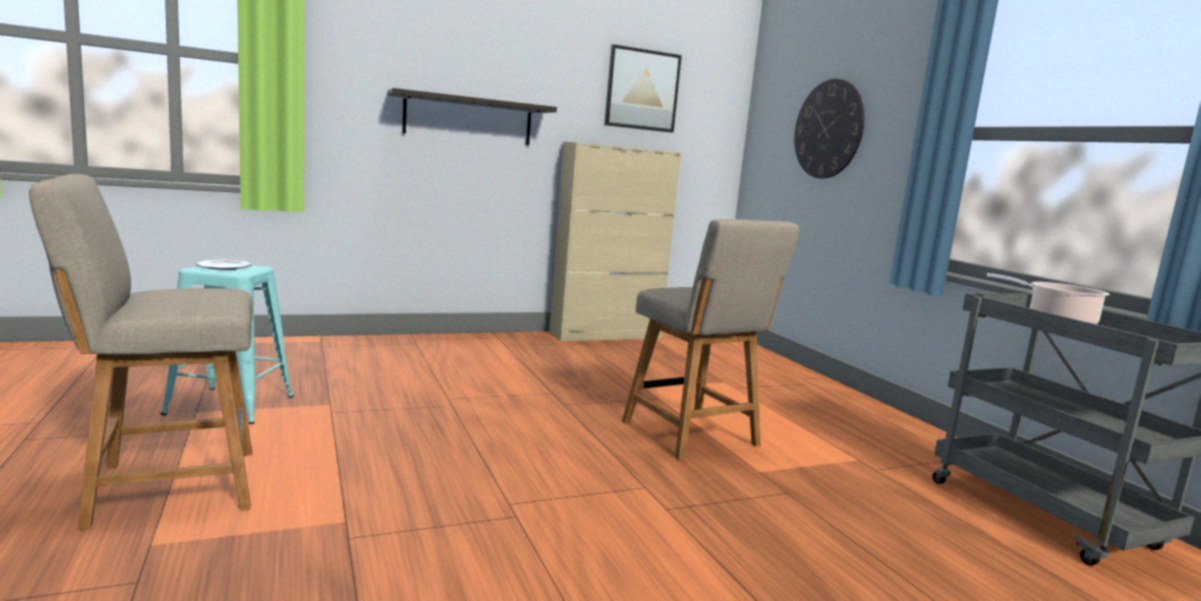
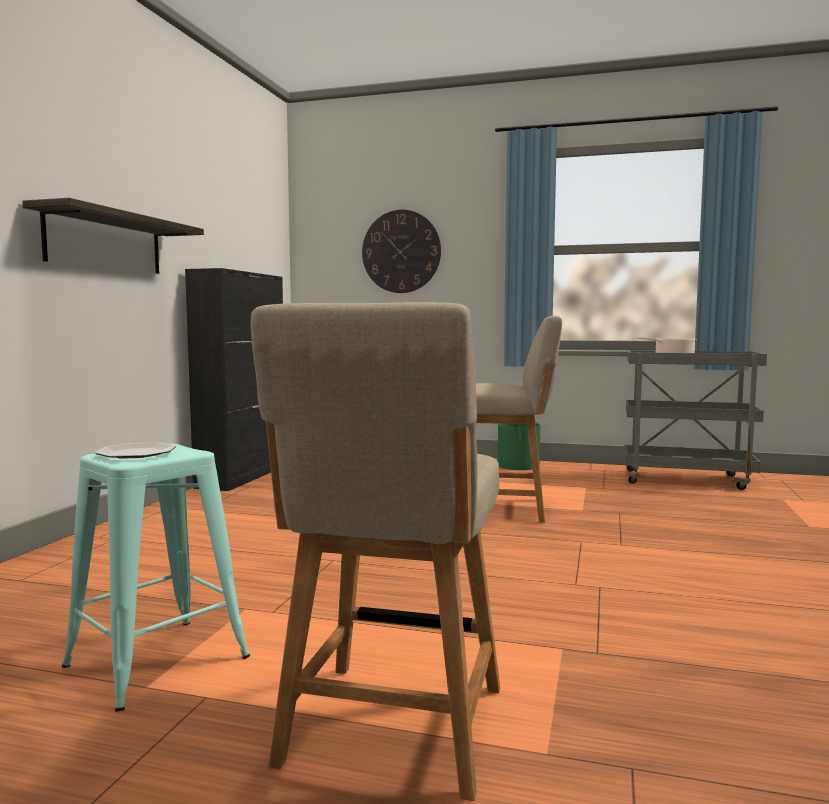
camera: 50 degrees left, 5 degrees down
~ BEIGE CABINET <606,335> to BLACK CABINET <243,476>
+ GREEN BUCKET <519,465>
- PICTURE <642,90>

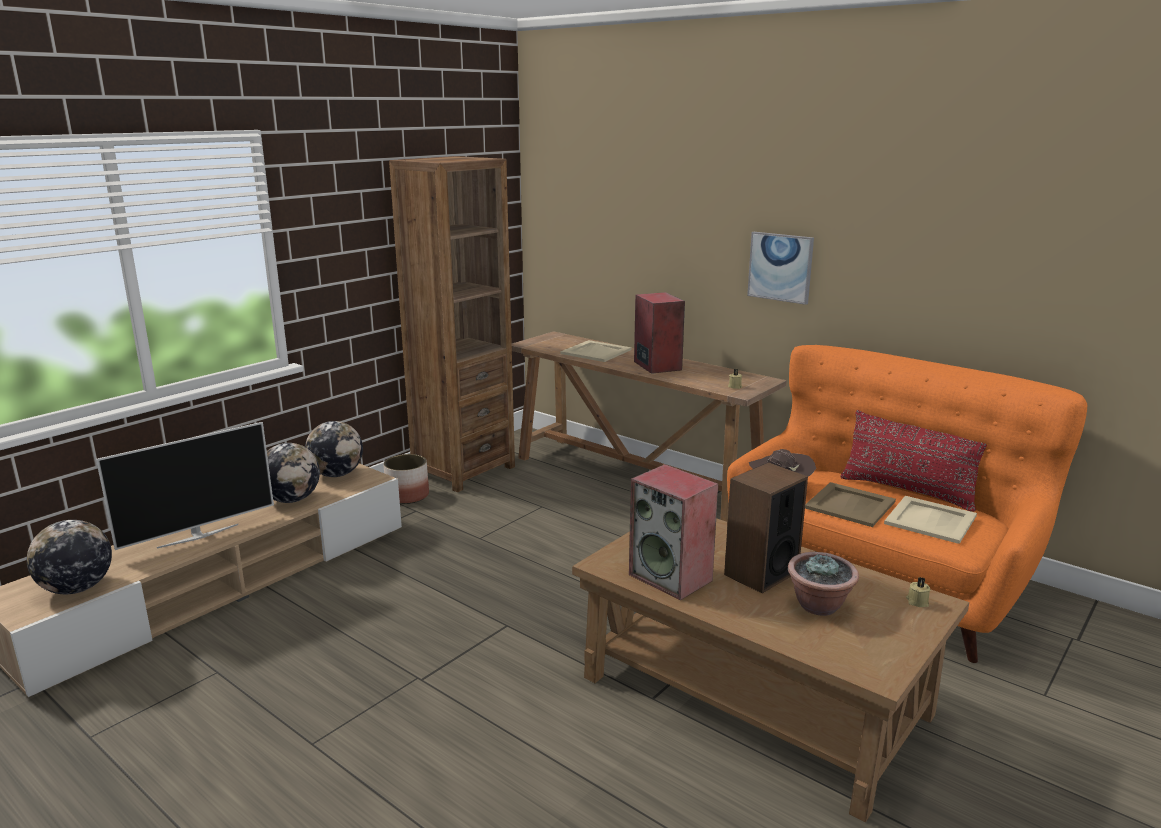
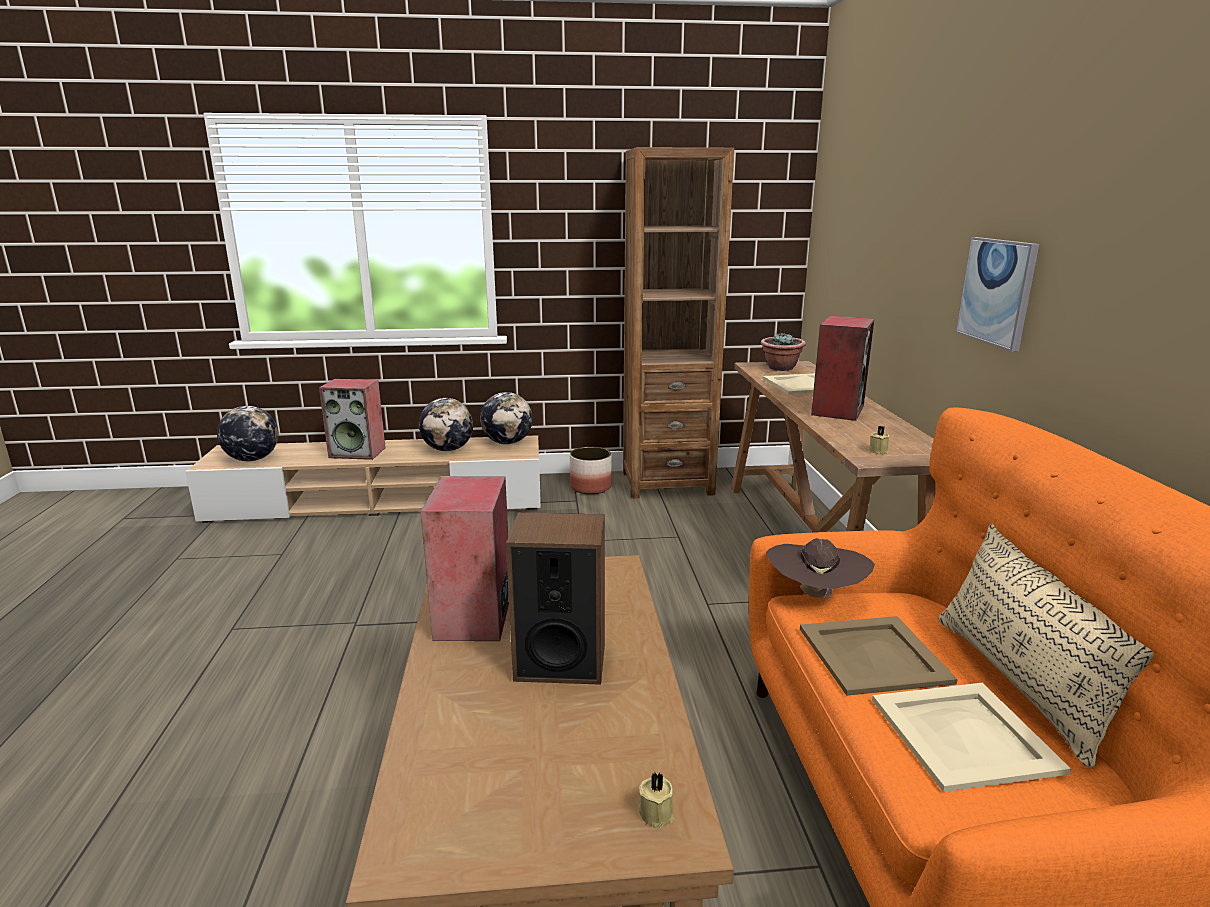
camera: 45 degrees right, 0 degrees up
~ TELEVISION <198,535> to SPEAKER <358,452>
~ POTTED PLANT <819,606> to <781,368>
~ RED PILLOW <907,491> to BEIGE PILLOW <1019,683>

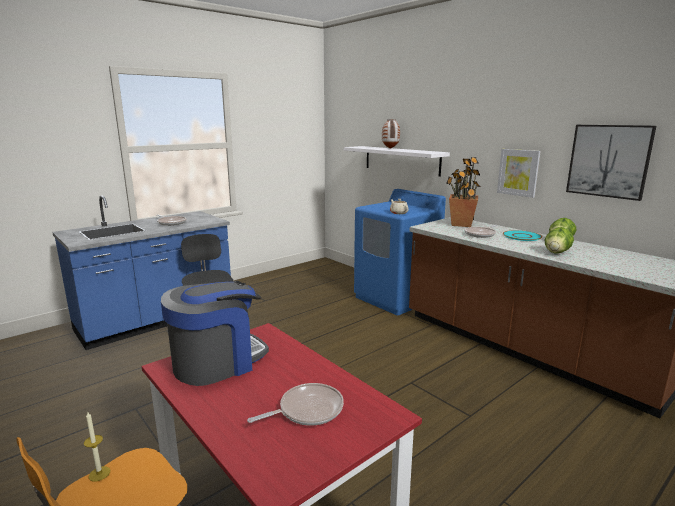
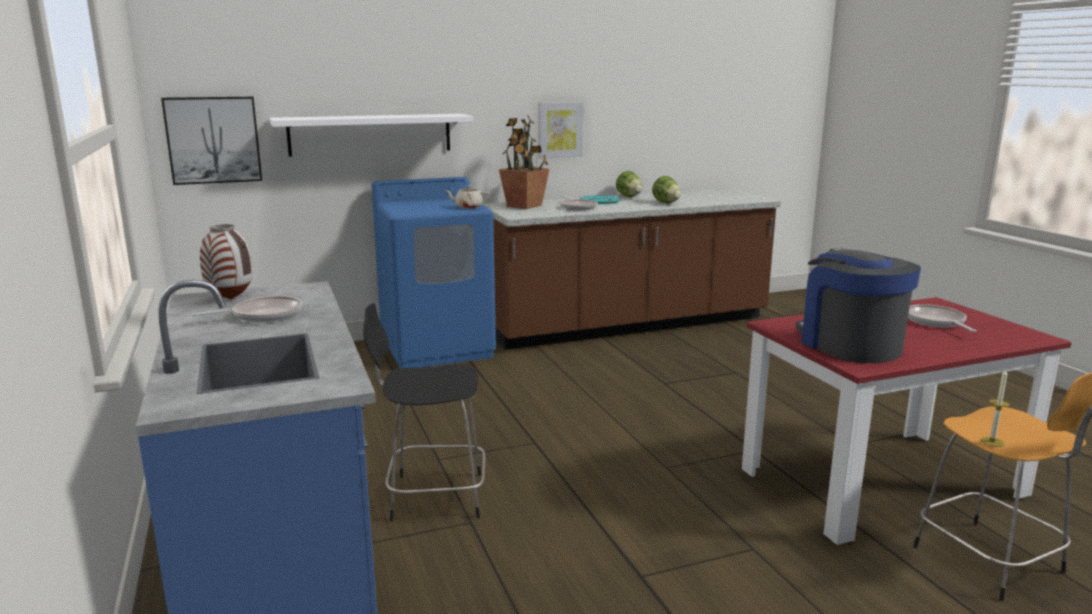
camera: 70 degrees left, 0 degrees up
~ PICTURE <608,161> to <213,140>
~ VASE <390,148> to <231,299>

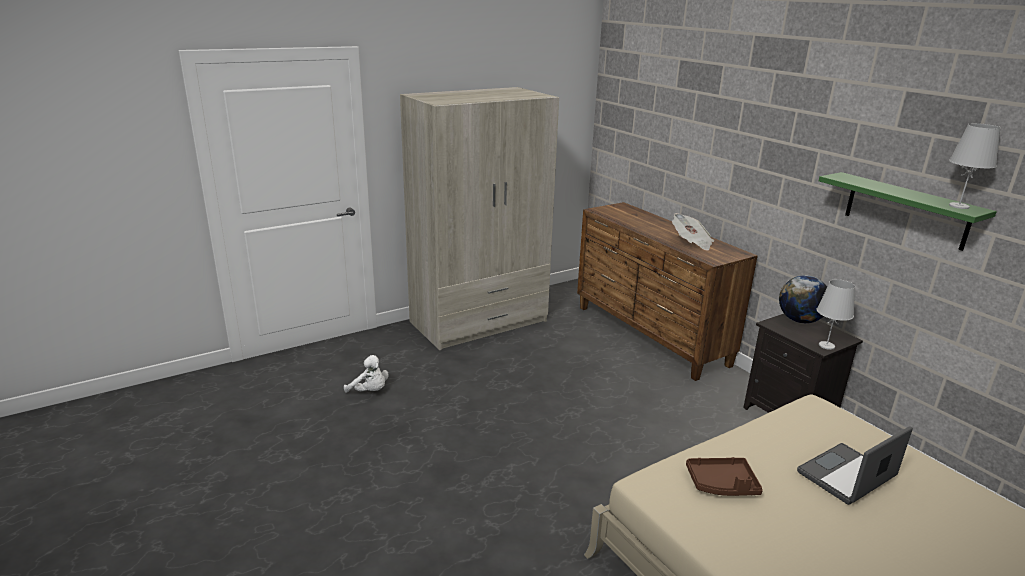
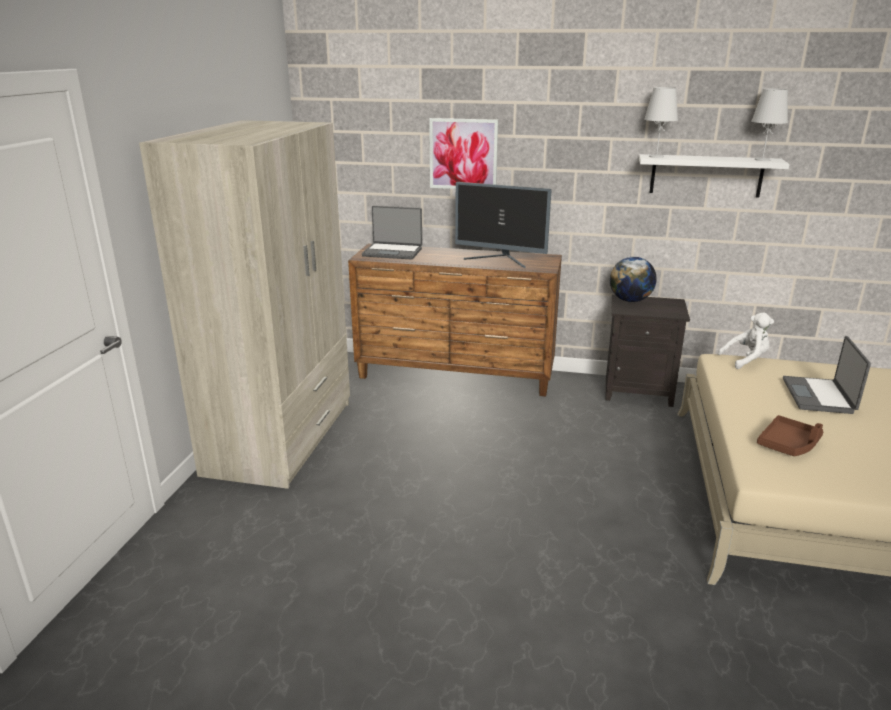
camera: 45 degrees left, 0 degrees up
+ LAPTOP <393,252>
+ PICTURE <463,154>
~ NEWSPAPER <691,243> to MONITOR <501,260>
~ GREEN SHELF <906,210> to WHITE SHELF <706,175>
~ WHITE TABLE LAMP <826,345> to <656,156>
~ WHITE PLUSH TOY <370,391> to <746,360>

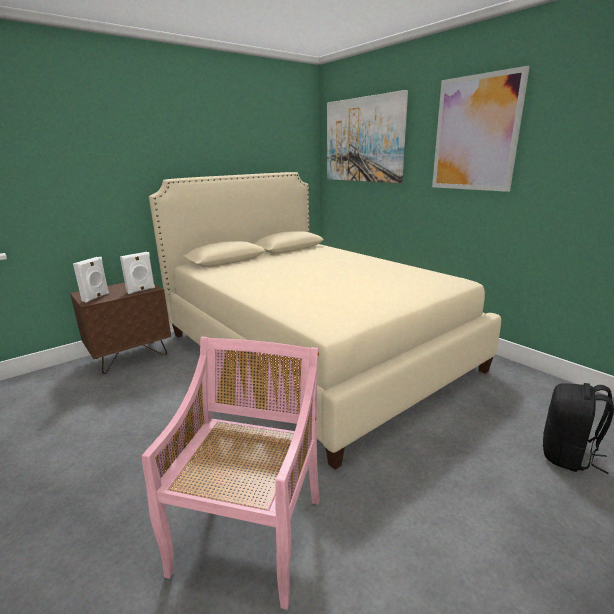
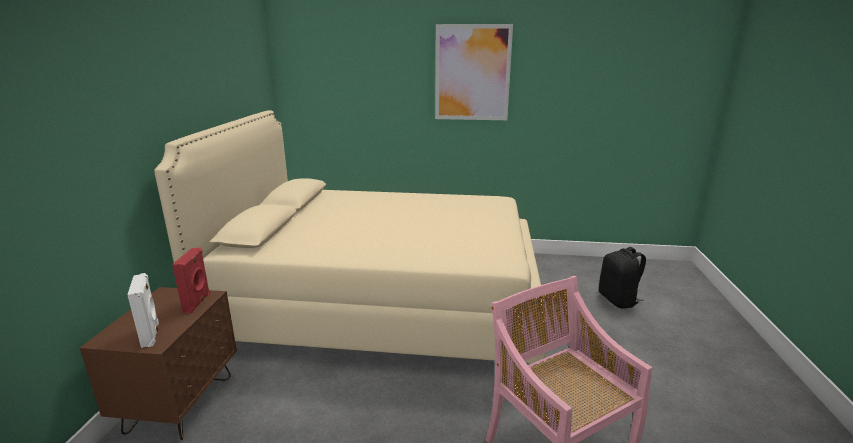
camera: 45 degrees left, 0 degrees up
~ WHITE SPEAKER <141,290> to RED SPEAKER <198,303>
- PICTURE <363,140>

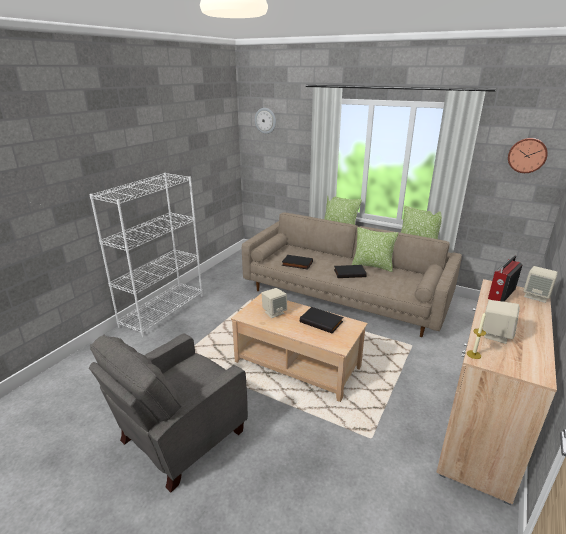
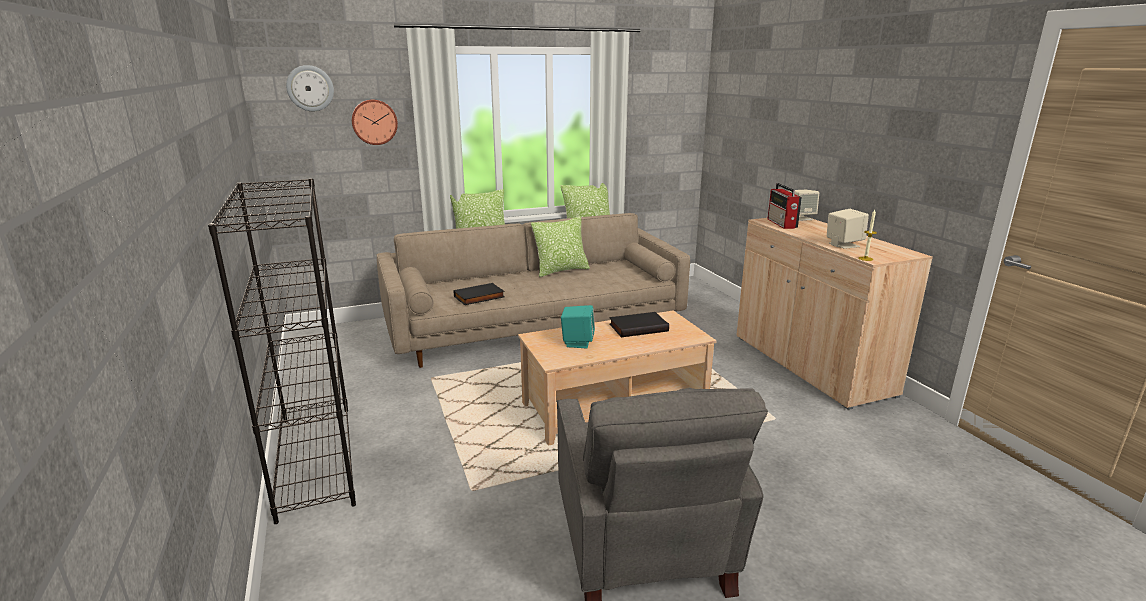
camera: 50 degrees left, 5 degrees down
~ WHITE BOOKCASE <163,310> to BLACK BOOKCASE <315,458>
~ WALL CLOCK <527,155> to <374,122>
~ BEIGE SPEAKER <274,312> to TURQUOISE SPEAKER <577,342>
- BLACK BOOK <349,273>

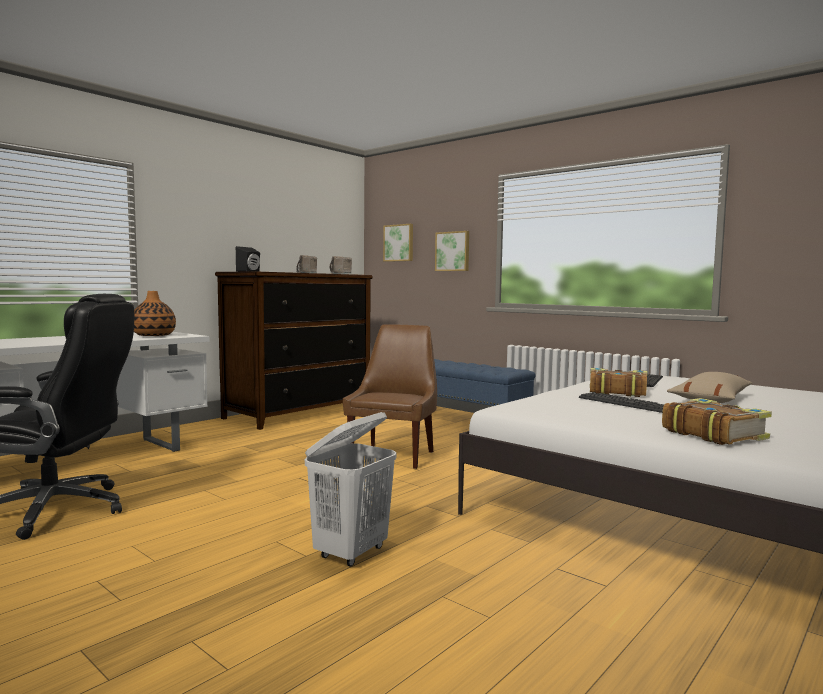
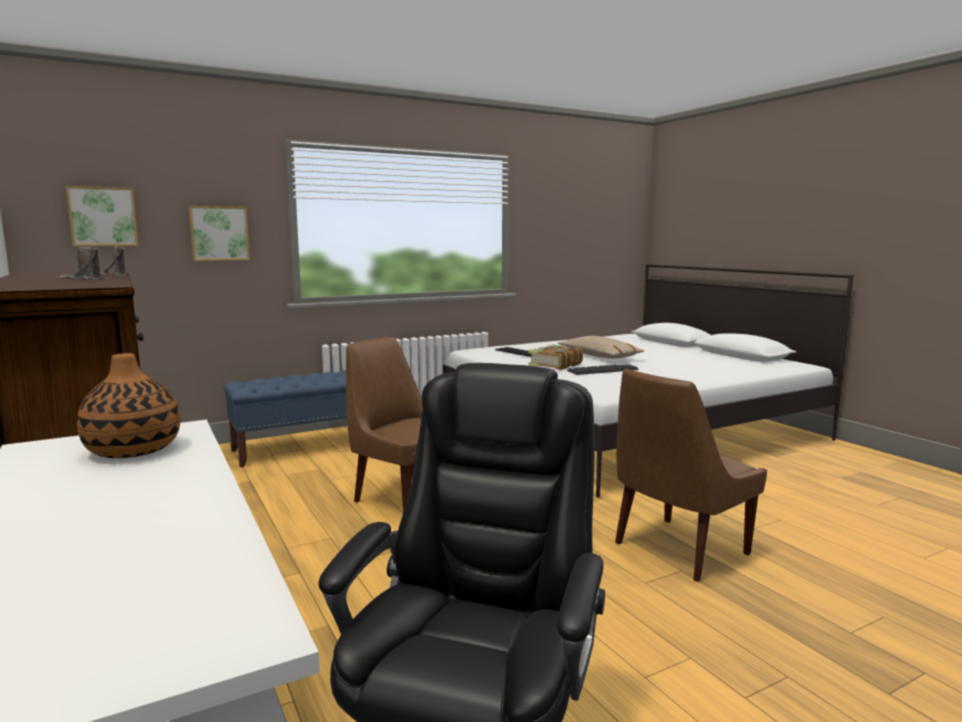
camera: 70 degrees left, 5 degrees up
~ WHITE LAUNDRY BASKET <351,553> to BROWN CHAIR <677,550>
- BLACK SPEAKER <250,271>
- BOOK <713,434>

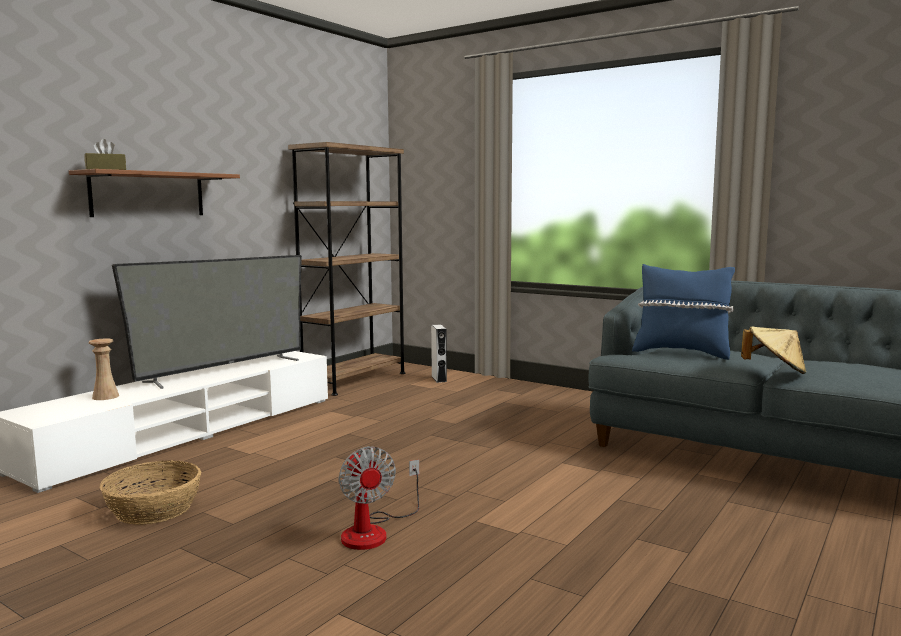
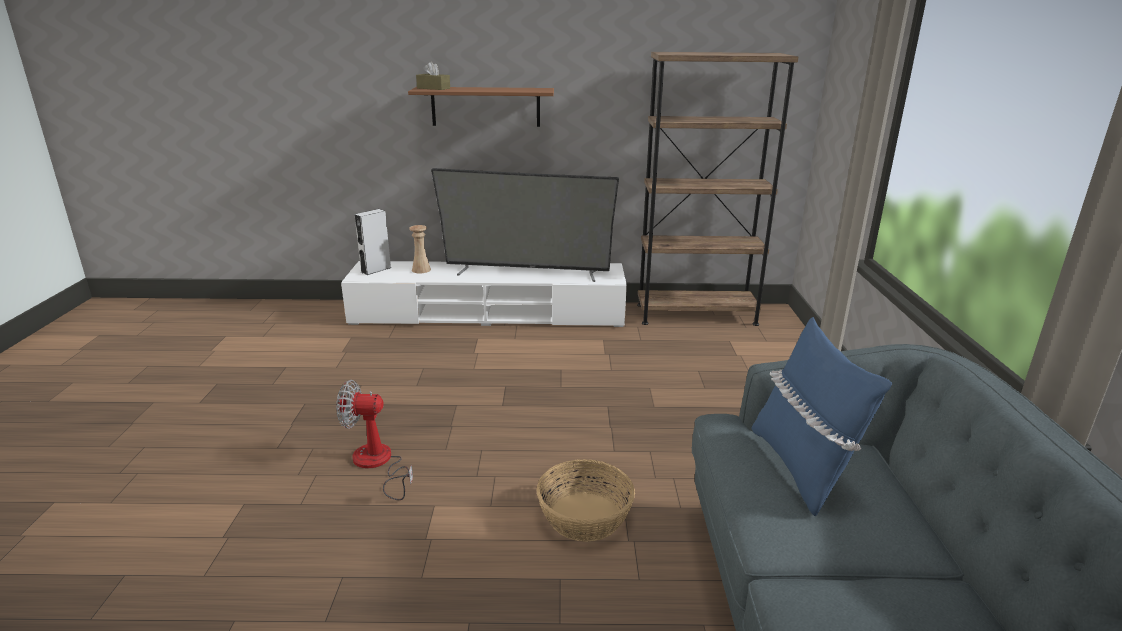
camera: 55 degrees right, 15 degrees up
~ FAN <374,531> = <378,464> 60 degrees clockwise
~ GREY SPEAKER <439,379> to <376,270>
~ BASKET <154,509> to <585,516>
- BEIGE HAT <775,371>

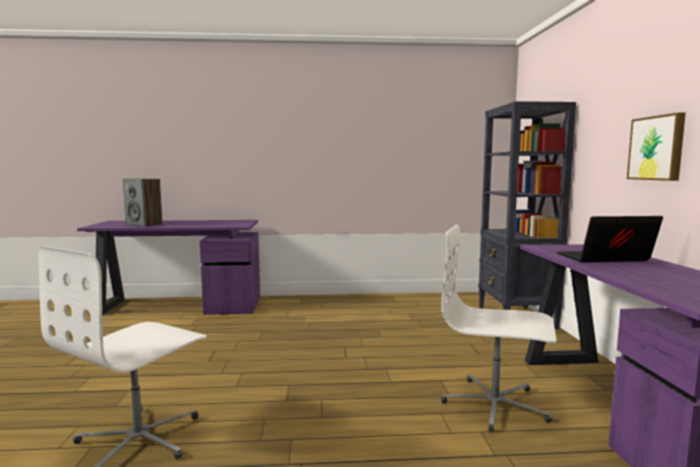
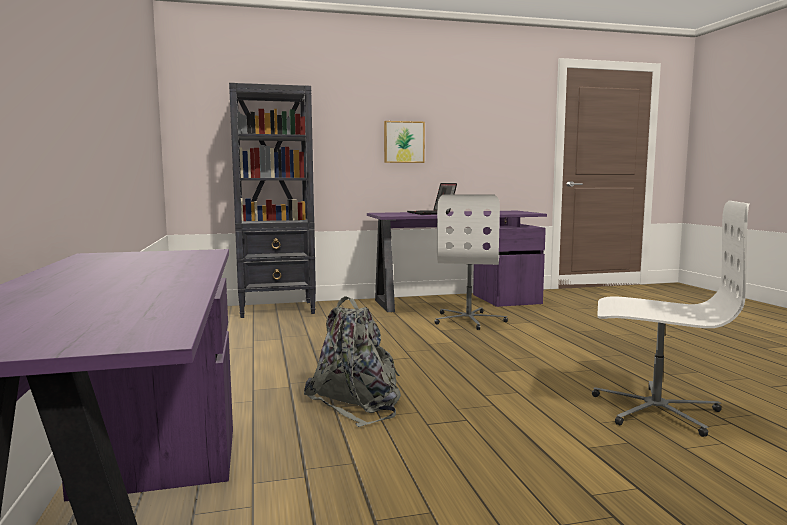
camera: 100 degrees left, 0 degrees up
+ GREY BACKPACK <358,402>
- SPEAKER <144,224>

